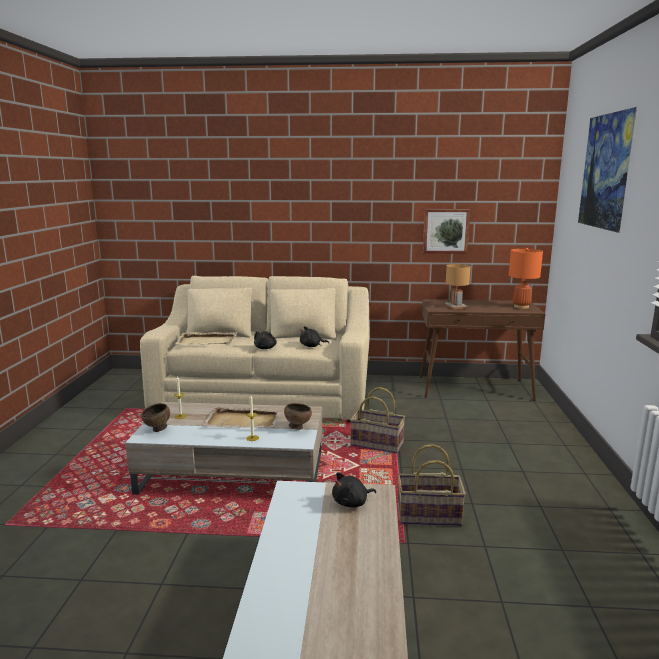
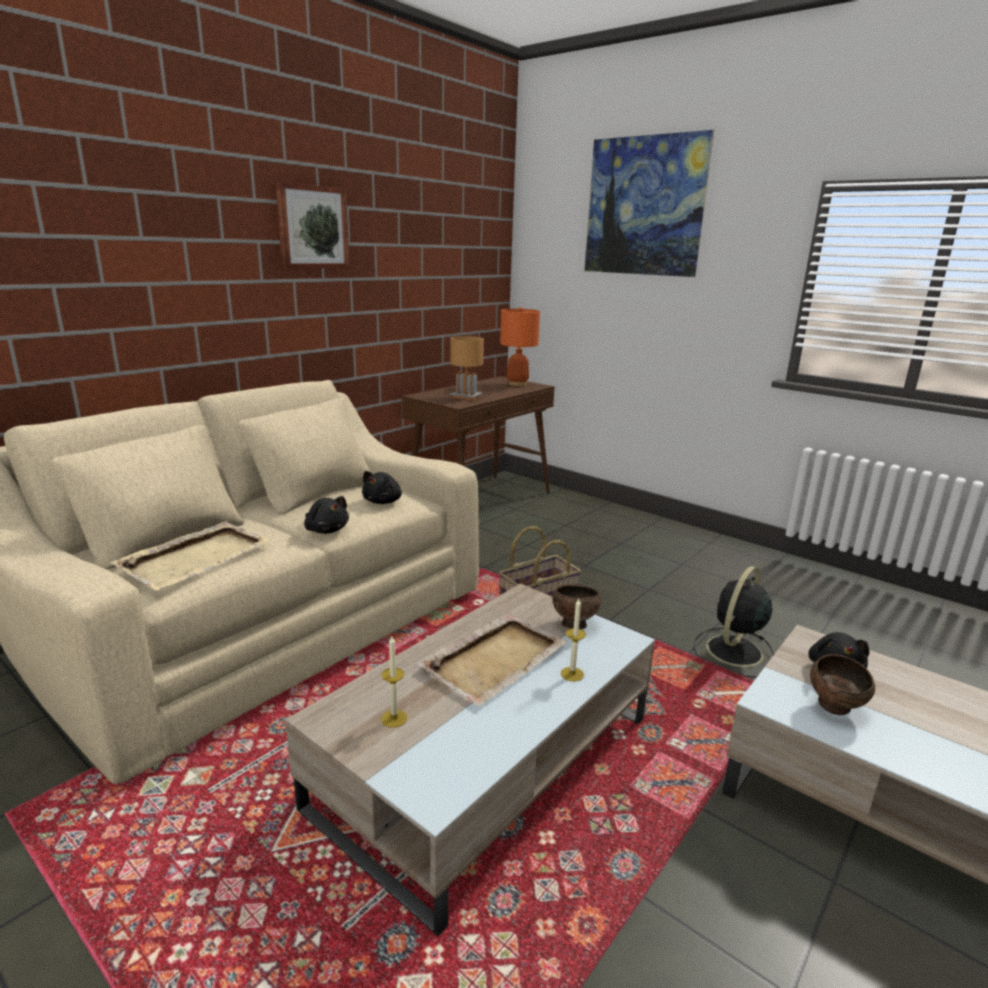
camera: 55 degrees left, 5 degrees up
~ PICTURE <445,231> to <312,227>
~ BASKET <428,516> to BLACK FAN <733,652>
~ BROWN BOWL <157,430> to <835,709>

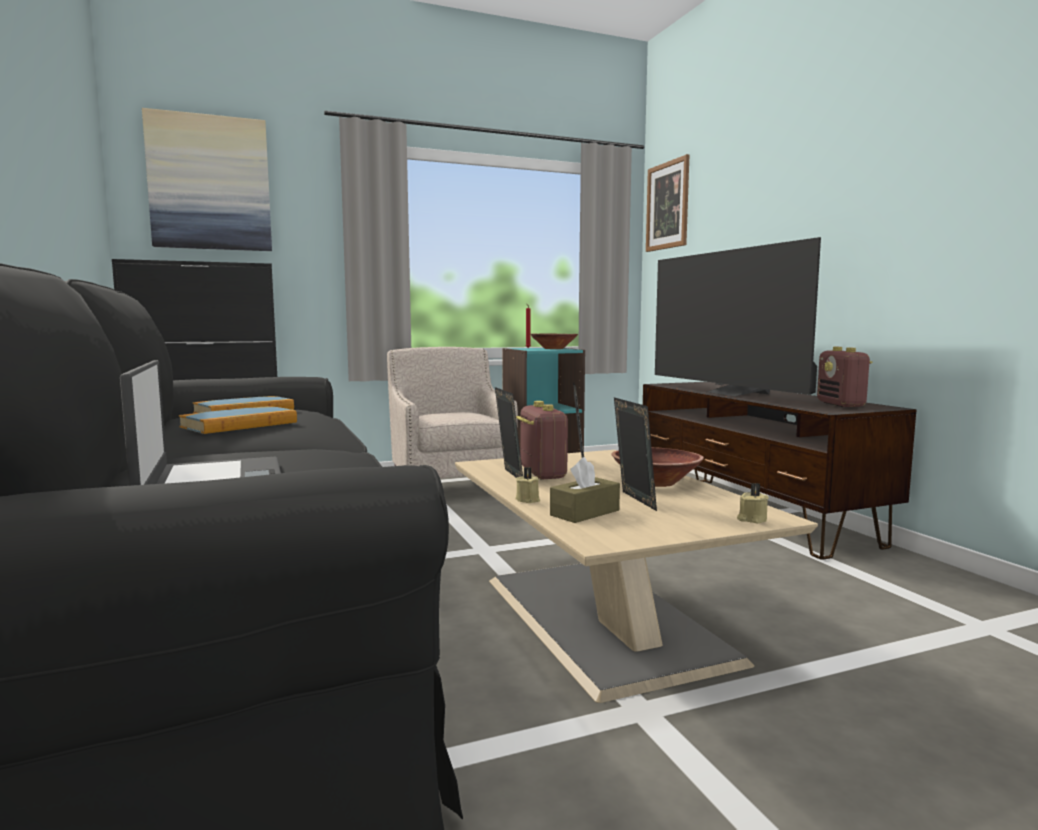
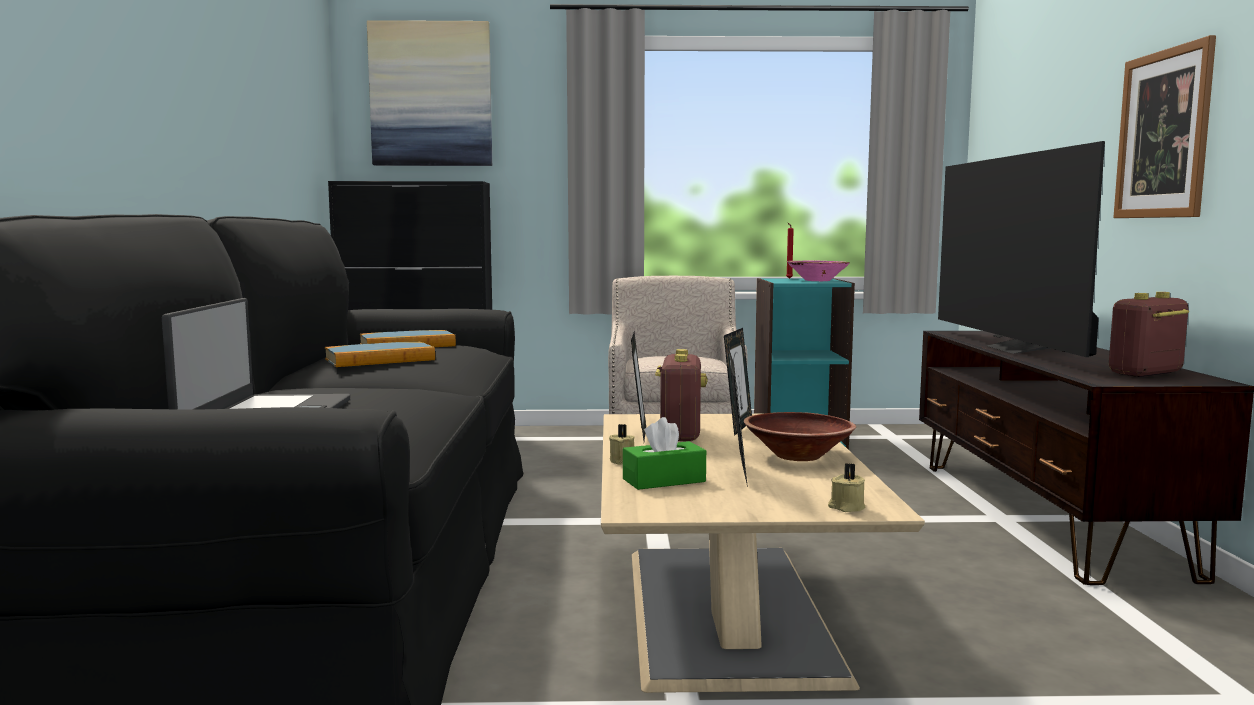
camera: 20 degrees right, 0 degrees up
~ BROWN TISSUE BOX <585,513> to GREEN TISSUE BOX <664,480>
~ BROWN BOWL <553,348> to PINK BOWL <817,280>
~ RADIO <841,404> = <1145,373> 45 degrees clockwise
~ PICTURE <667,205> to <1163,134>

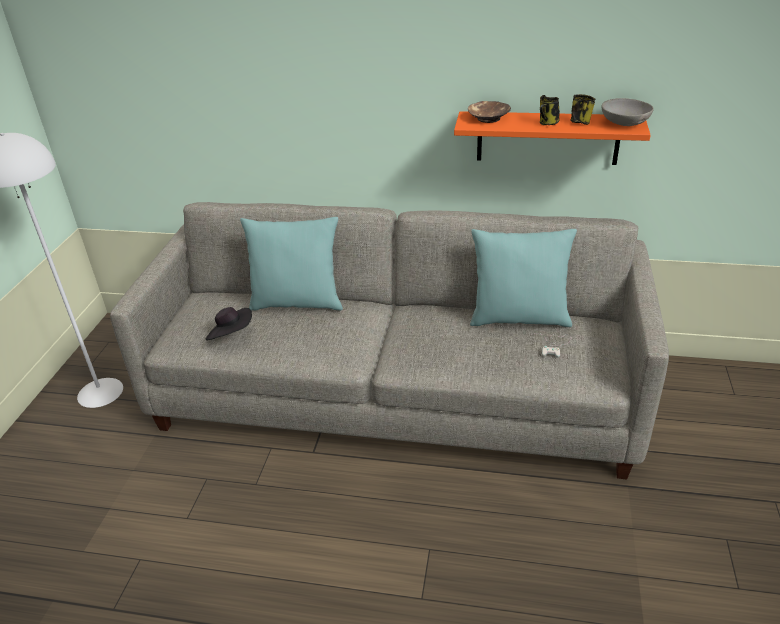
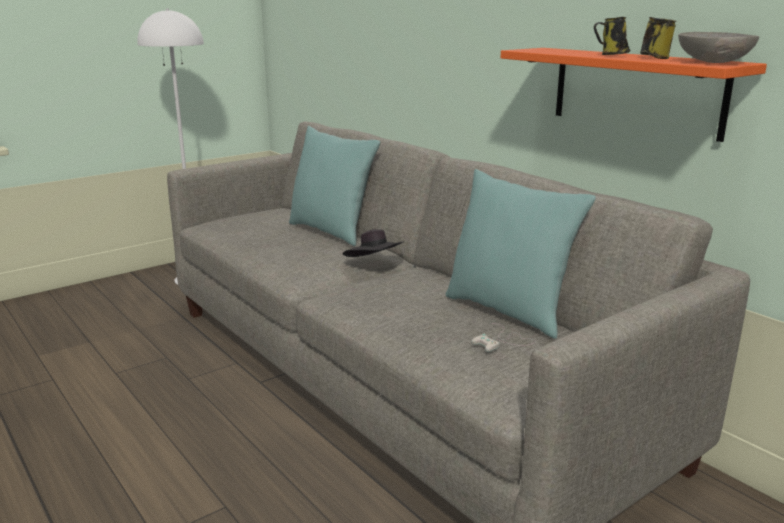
camera: 40 degrees right, 15 degrees down
~ BLACK HAT <231,335> to <374,264>
- BROWN BOWL <488,118>

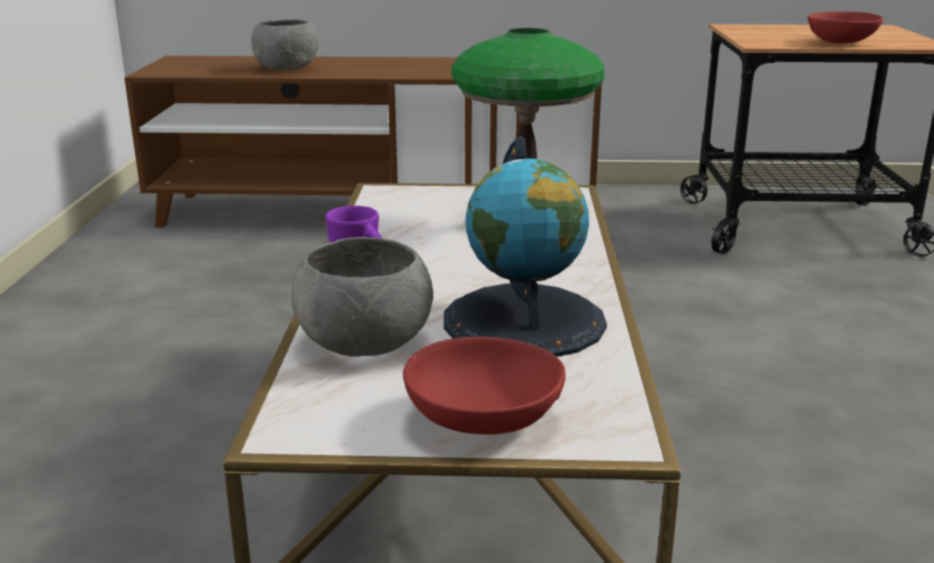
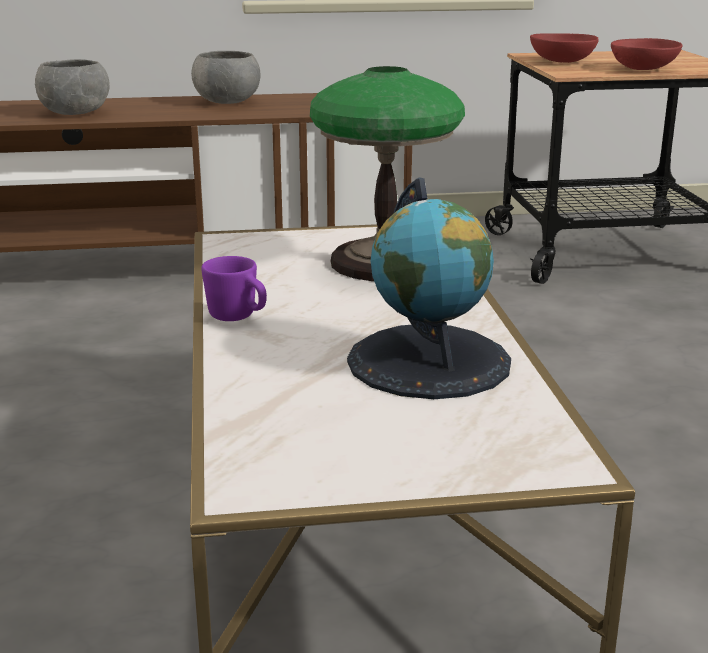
camera: 10 degrees left, 0 degrees up
~ GREY BOWL <363,343> to <226,102>
~ RED BOWL <482,419> to <561,62>

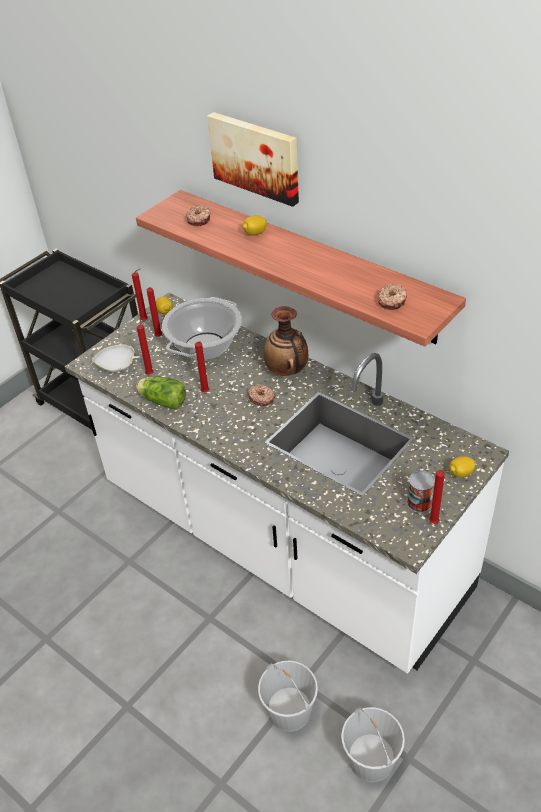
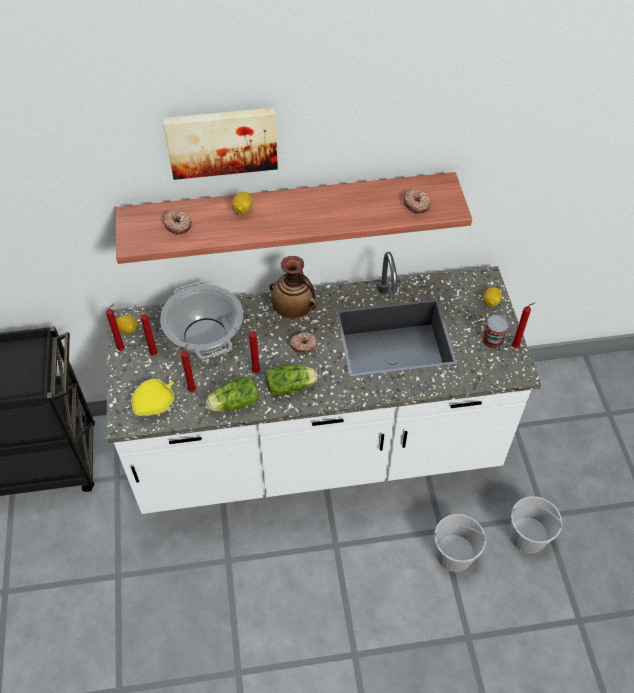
camera: 50 degrees left, 10 degrees up
~ WHITE BOWL <117,366> to YELLOW BOWL <155,403>
+ LETTUCE <292,386>

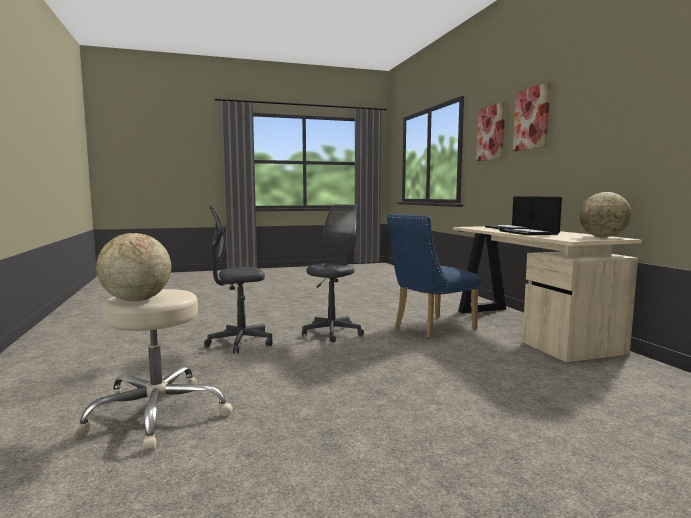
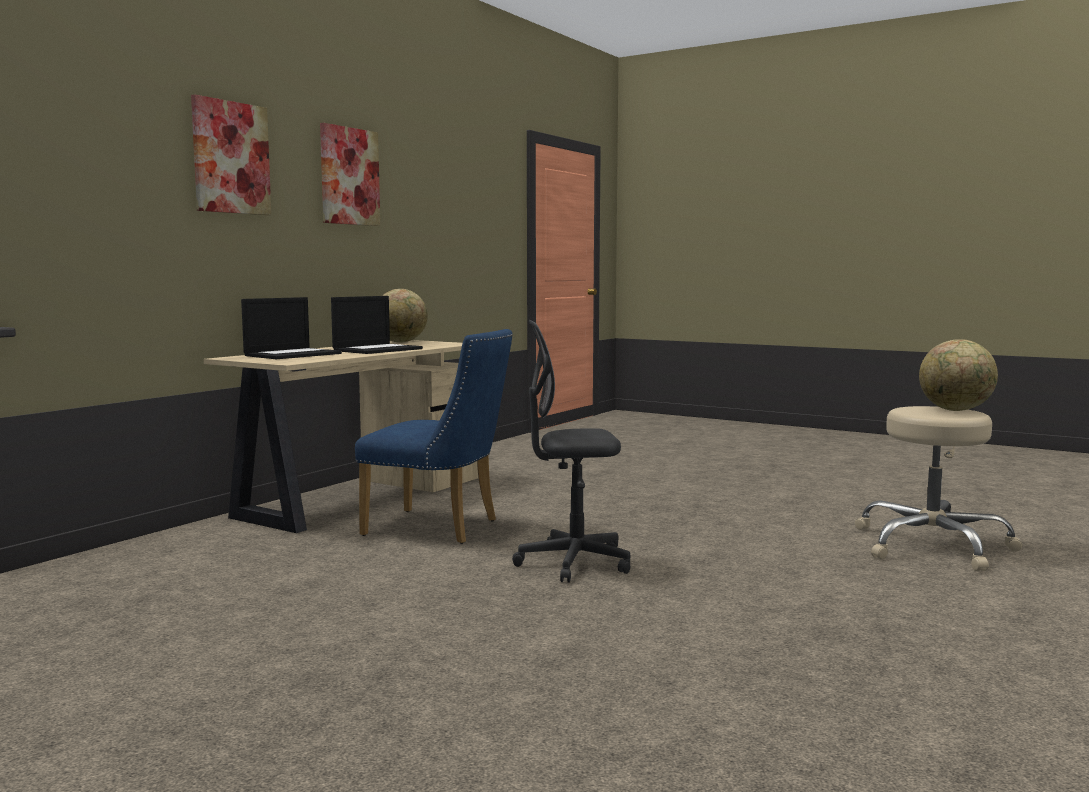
camera: 130 degrees left, 0 degrees up
~ PICTURE <491,133> to <349,176>
- GREY OFFICE CHAIR <240,343>

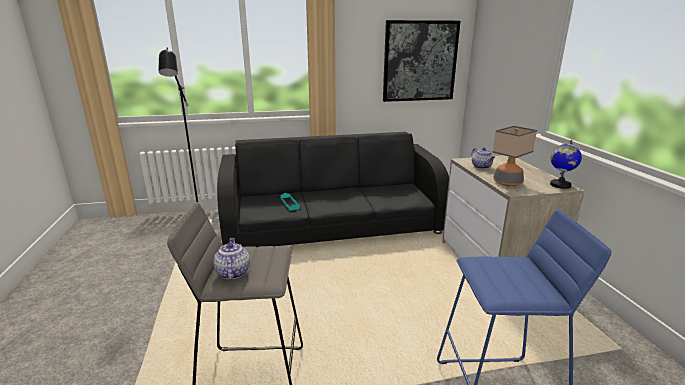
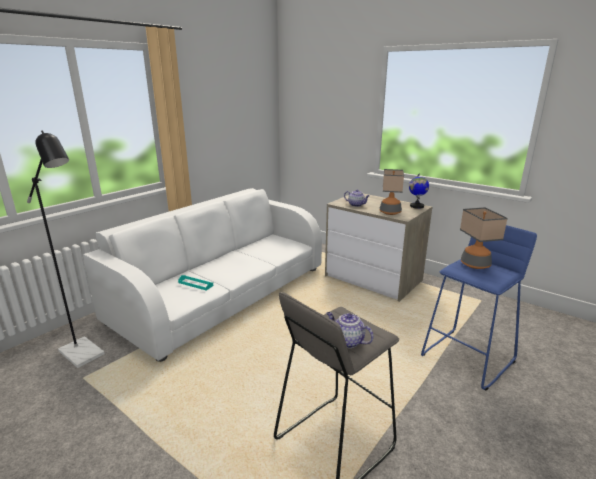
camera: 40 degrees left, 0 degrees up
~ BLACK SOFA <333,224> to WHITE SOFA <222,293>
+ TABLE LAMP <475,265>
- PICTURE <420,61>

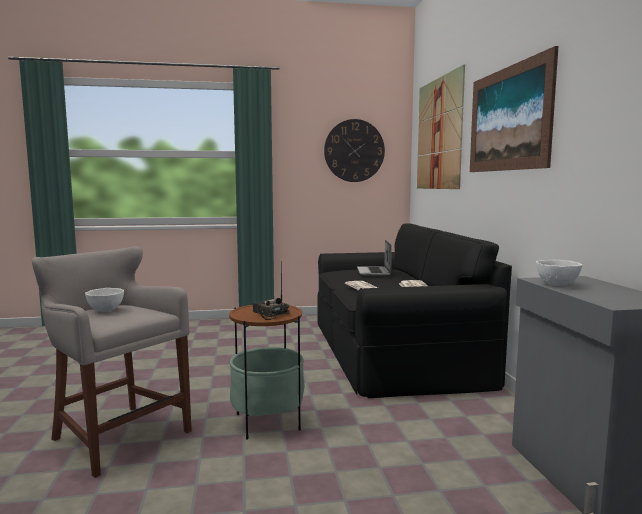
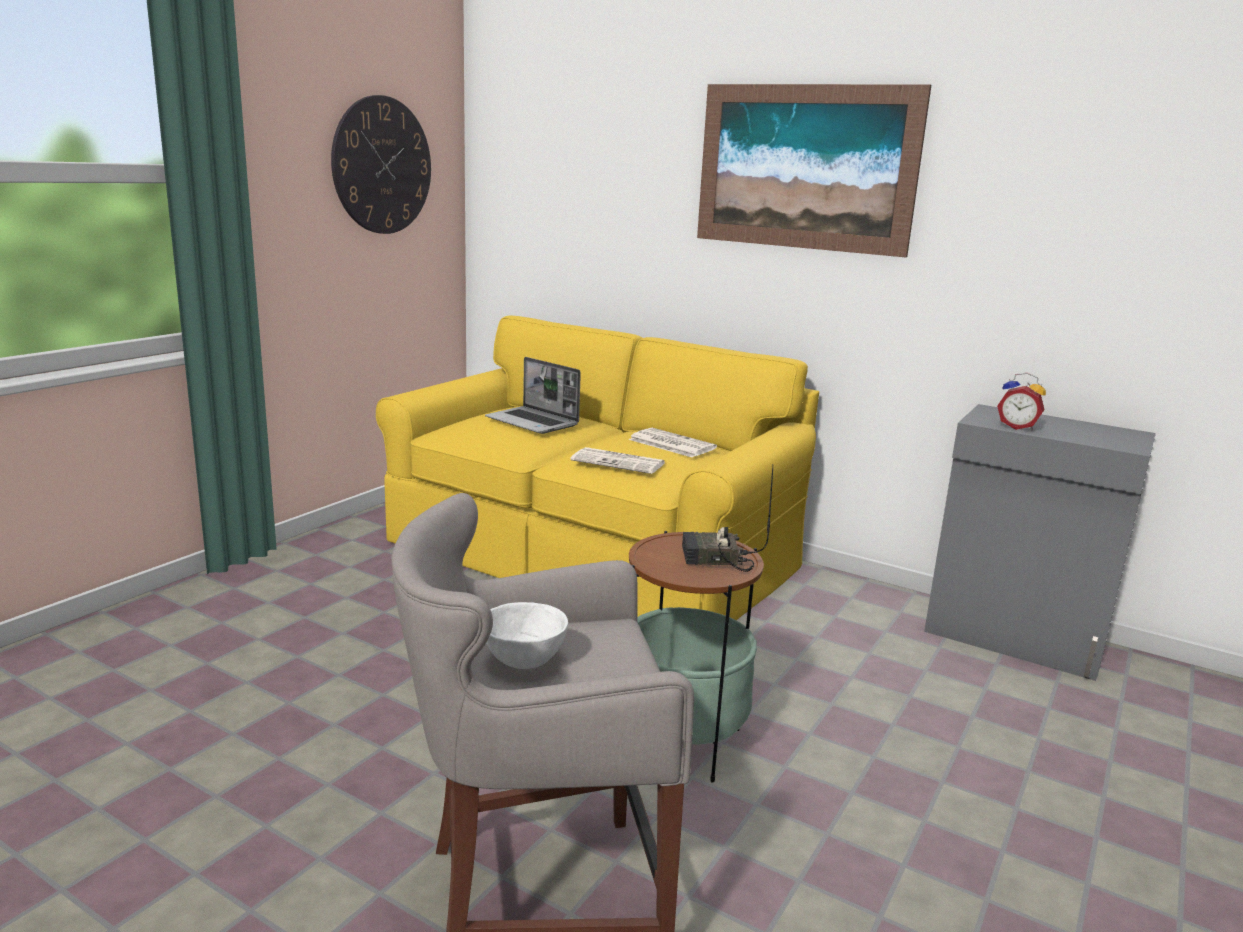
camera: 50 degrees left, 10 degrees up
~ BLACK SOFA <393,350> to YELLOW SOFA <592,552>
~ WHITE BOWL <557,285> to ALARM CLOCK <1017,427>
- PICTURE <438,134>

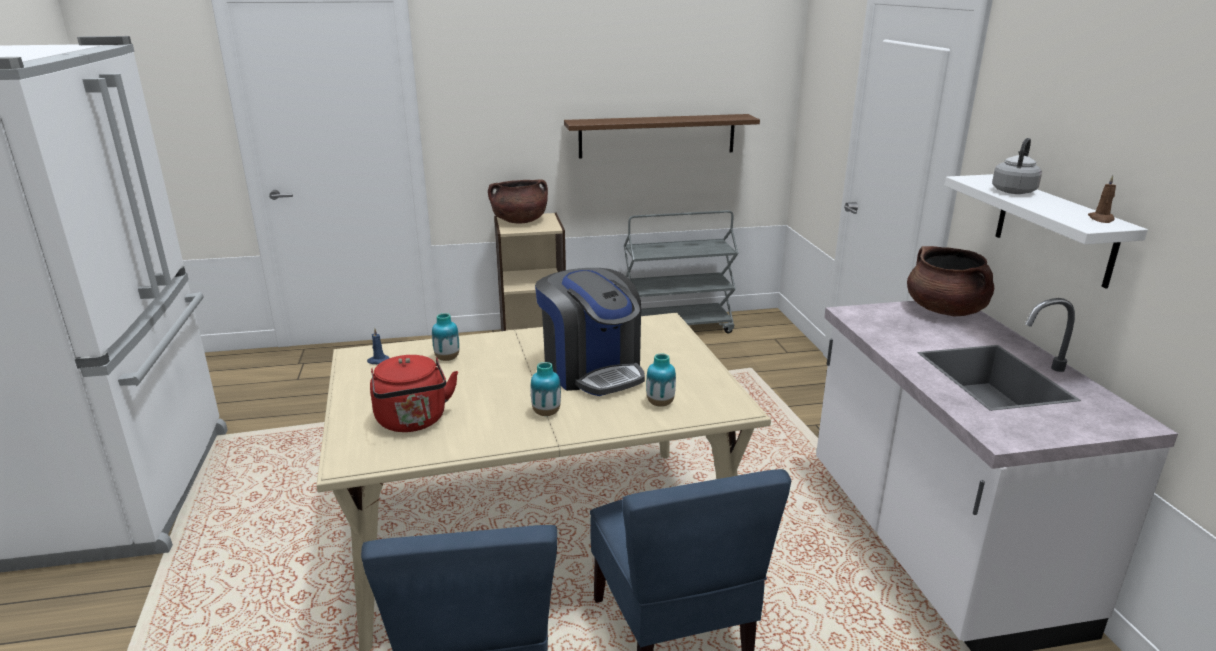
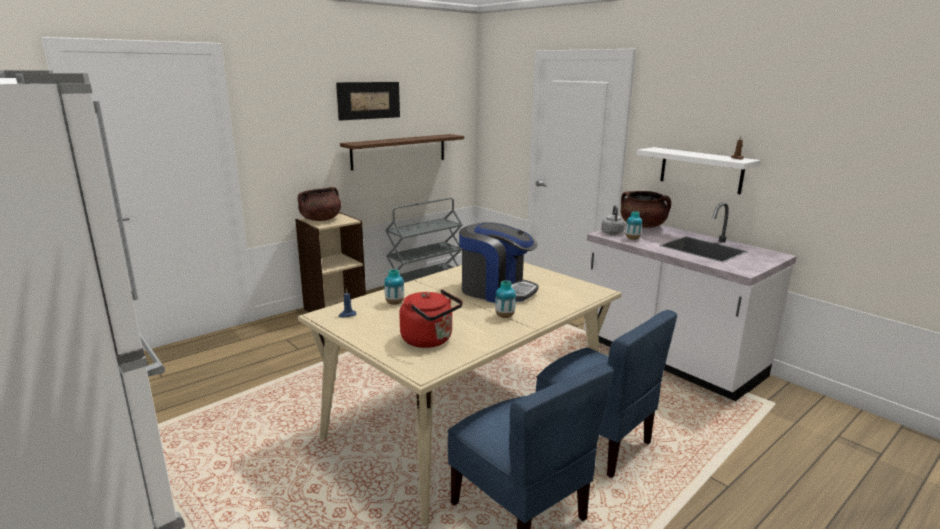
camera: 30 degrees left, 5 degrees down
+ PICTURE <369,100>
~ GREY KETTLE <1014,191> to <612,232>
~ VASE <660,403> to <632,239>

